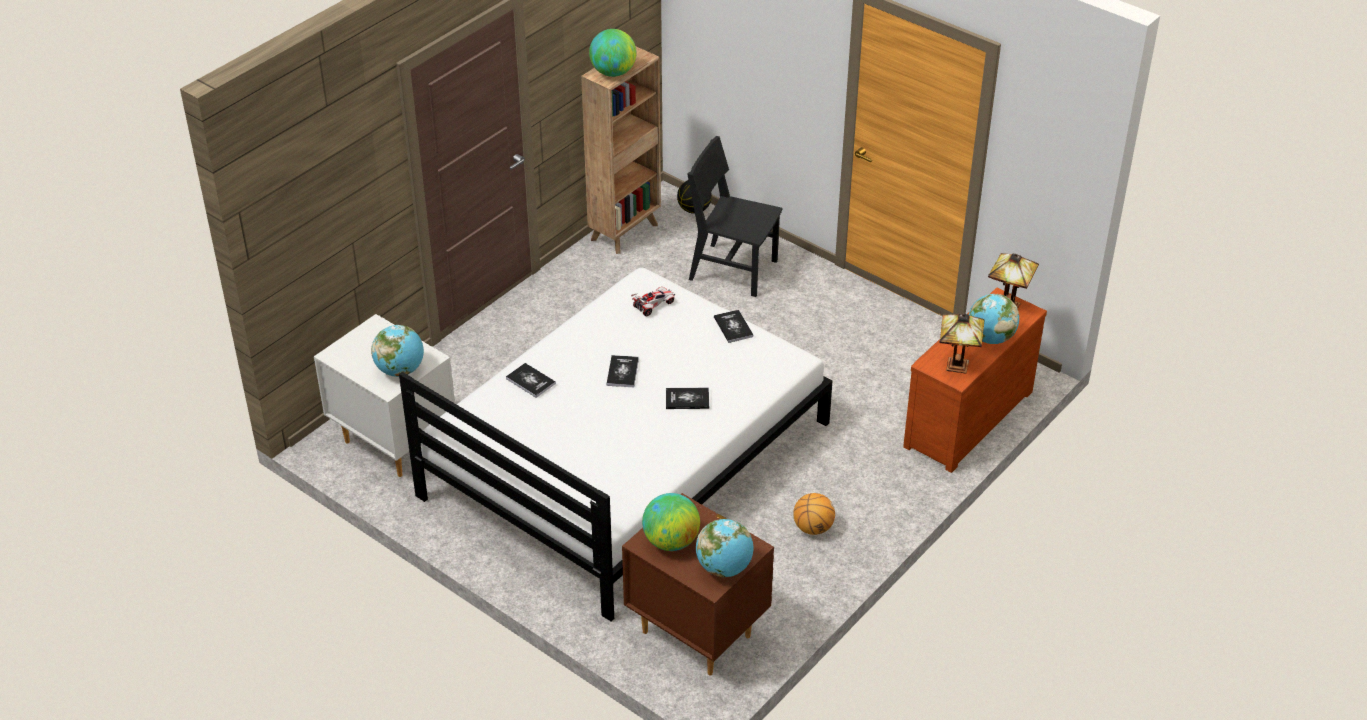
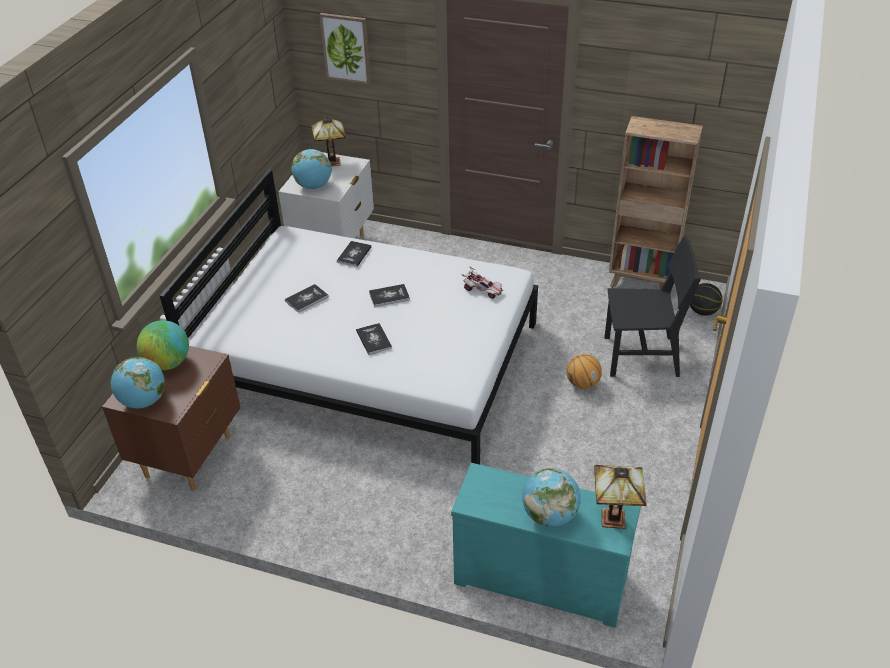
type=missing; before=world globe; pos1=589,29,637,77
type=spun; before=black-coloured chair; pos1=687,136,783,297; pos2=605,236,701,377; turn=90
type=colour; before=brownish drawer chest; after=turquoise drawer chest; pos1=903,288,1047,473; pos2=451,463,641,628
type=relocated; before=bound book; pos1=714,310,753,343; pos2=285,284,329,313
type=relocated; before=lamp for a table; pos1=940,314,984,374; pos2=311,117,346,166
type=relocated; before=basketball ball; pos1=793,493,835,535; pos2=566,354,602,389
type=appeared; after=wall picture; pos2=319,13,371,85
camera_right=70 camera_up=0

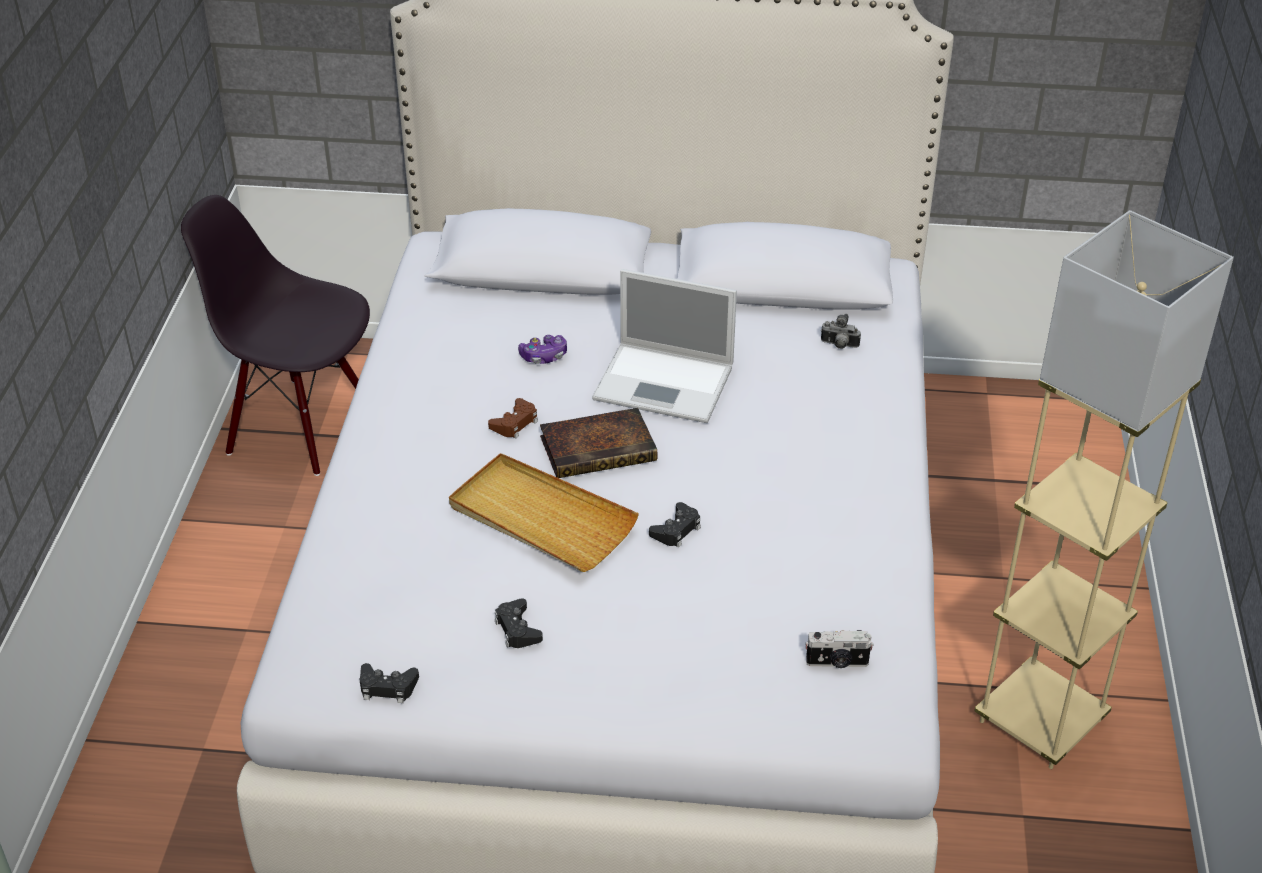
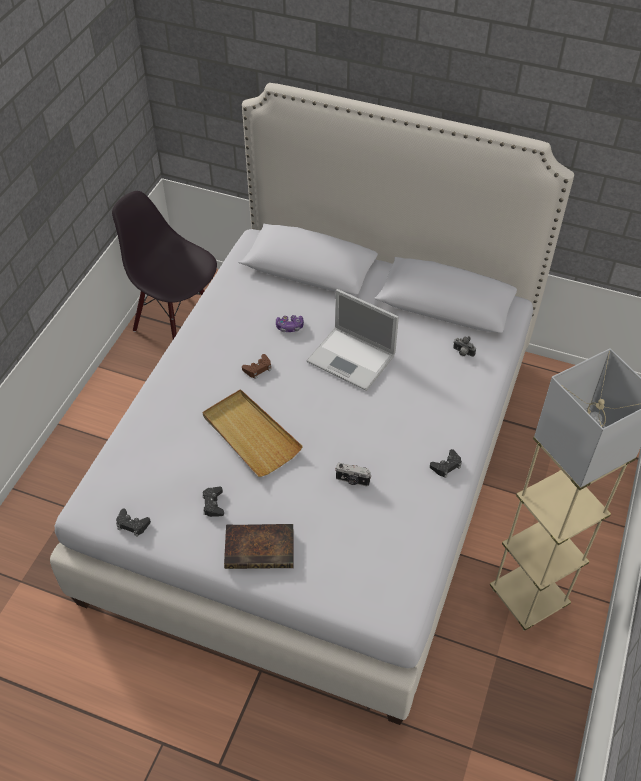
type=relocated; before=bound book; pos1=540,408,658,478; pos2=224,524,293,569
type=relocated; before=black-coloured game controller; pos1=649,502,701,548; pos2=430,449,462,478
type=relocated; before=photo camera; pos1=805,630,874,668; pos2=335,463,372,487
camera_right=15 camera_up=10

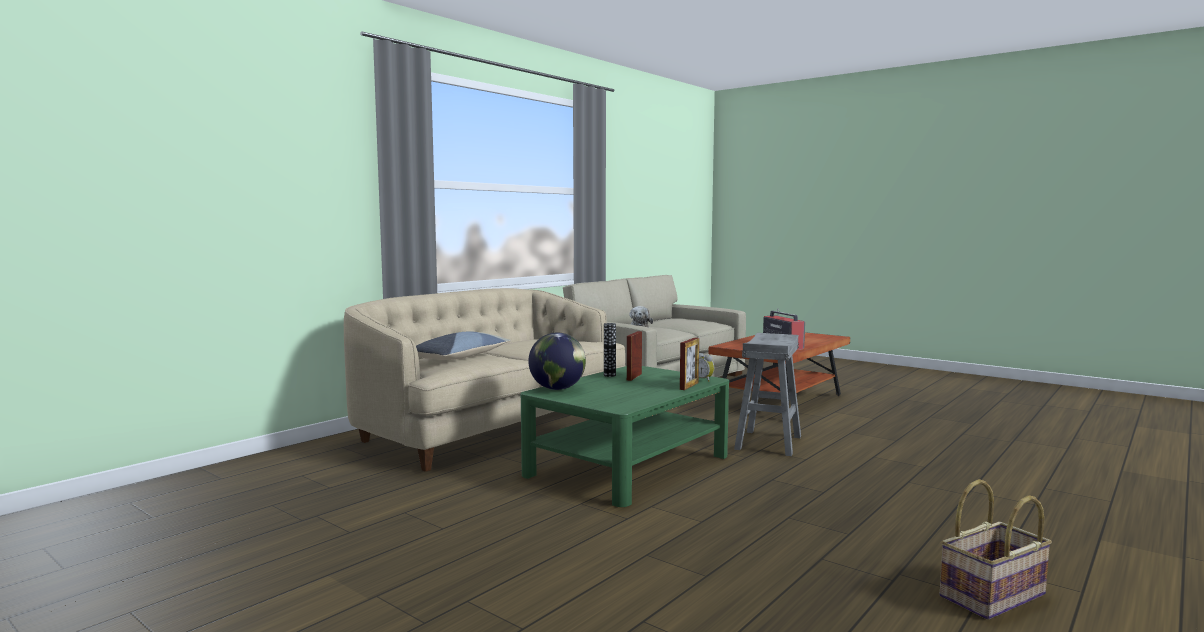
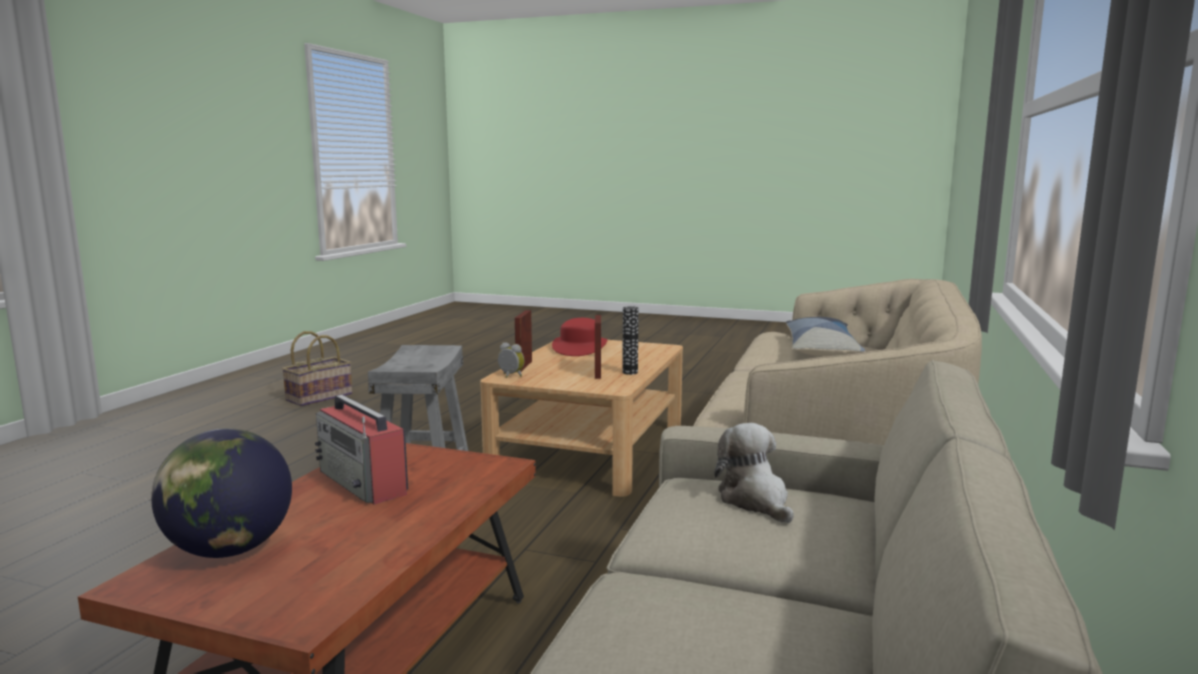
type=relocated; before=world globe; pos1=528,332,586,390; pos2=151,428,292,558
type=colour; before=green-coloured lounge table; after=beige lounge table; pos1=520,366,729,507; pos2=480,340,683,497
type=appeared; after=reddish hat; pos2=552,318,608,356
camera_right=160 camera_up=5

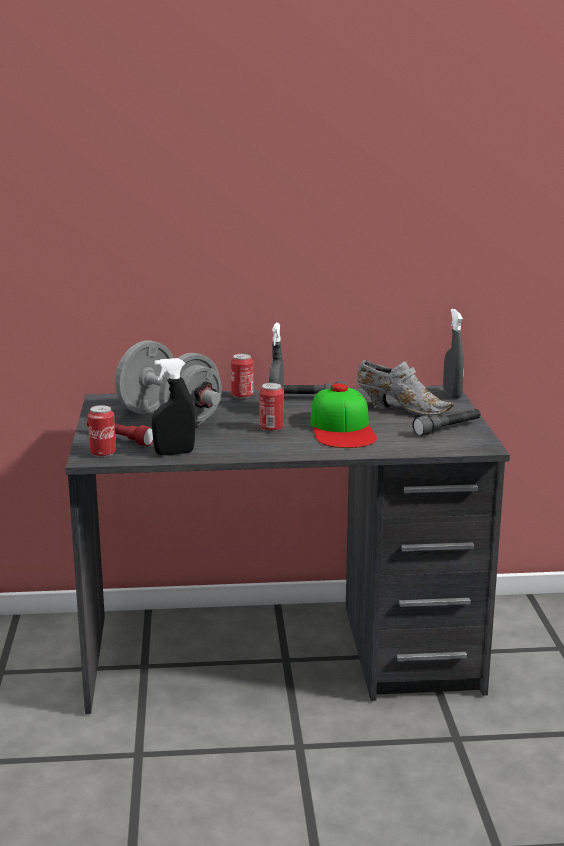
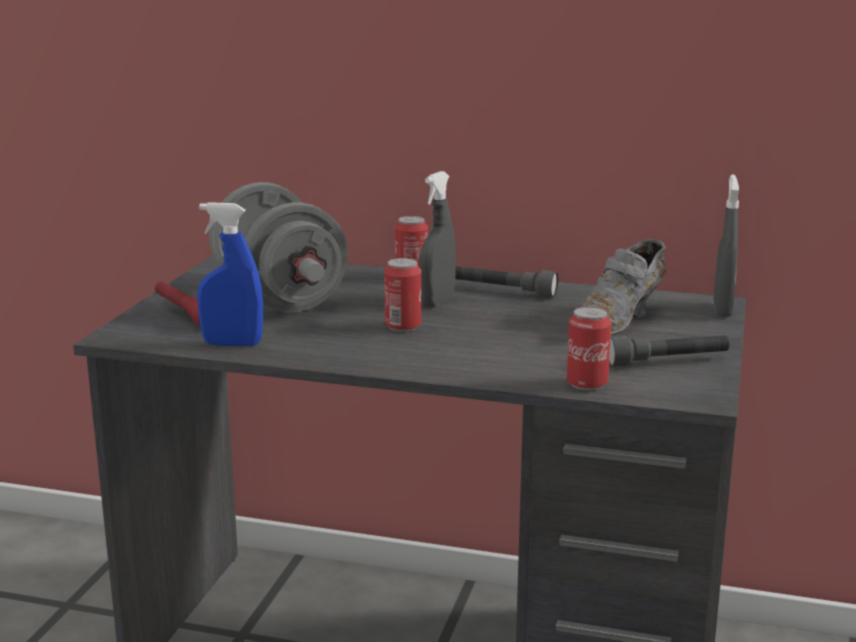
type=colour; before=black-coloured hand sprayer; after=blue hand sprayer; pos1=152,358,195,455; pos2=197,202,263,346
type=spun; before=grey item of footwear; pos1=356,360,454,416; pos2=581,239,666,336; turn=90
type=missing; before=cap; pos1=310,383,377,448
type=relocated; before=metal can; pos1=88,405,116,457; pos2=567,307,611,391
camera_right=20 camera_up=0

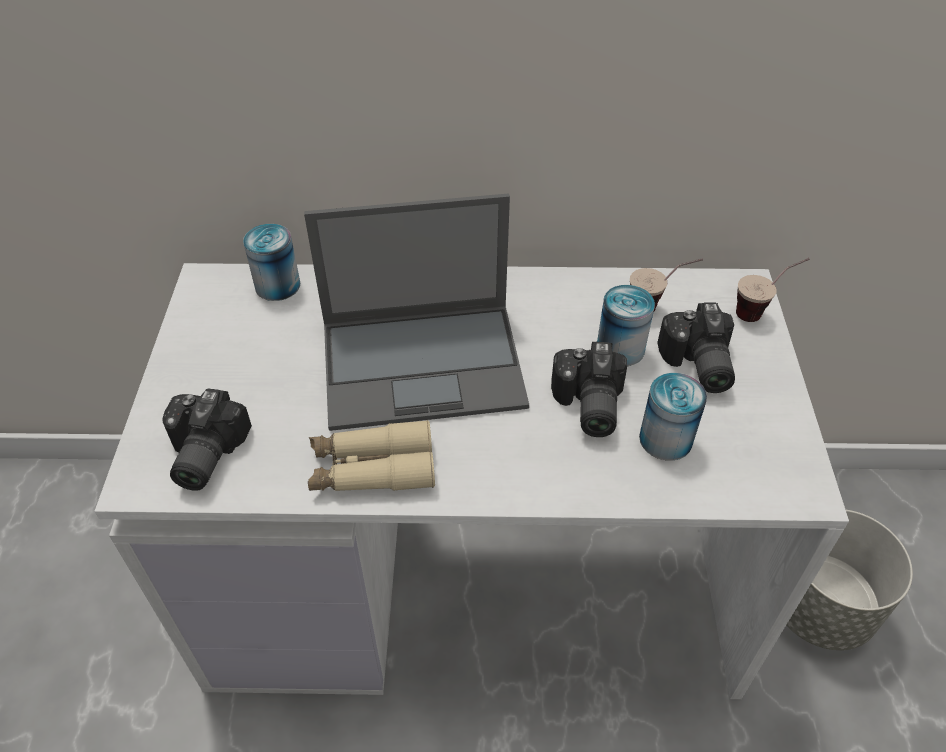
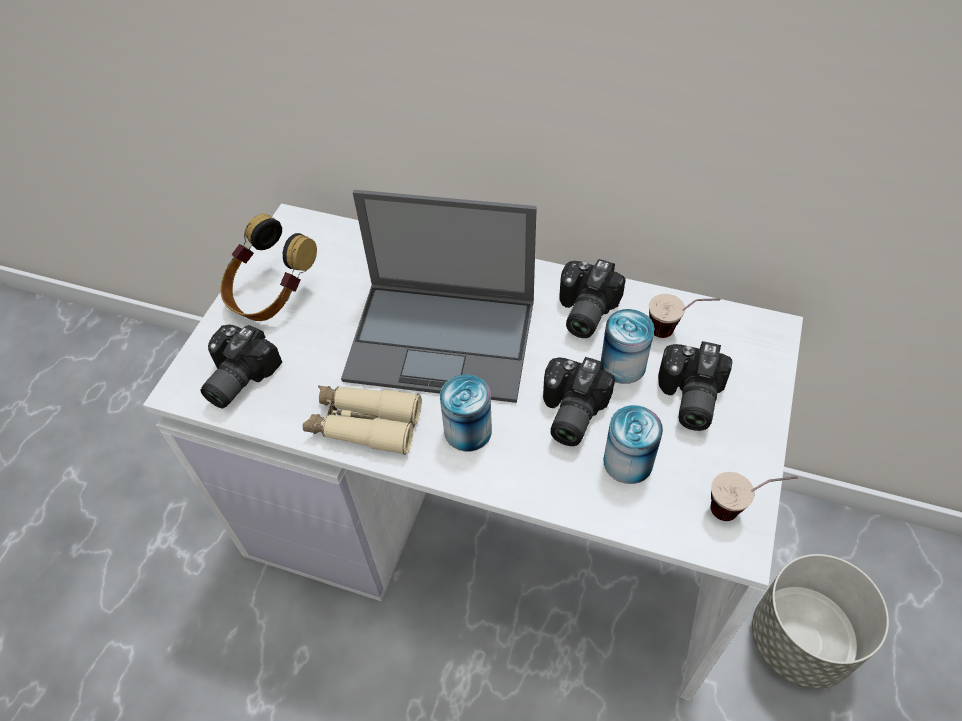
type=relocated; before=metal can; pos1=243,224,300,301; pos2=440,375,492,452
type=relocated; before=cup; pos1=736,258,810,322; pos2=711,472,798,521
type=appeared; after=pair of headphones; pos2=220,214,317,321
type=appeared; after=photo camera; pos2=559,259,626,338
camera_right=20 camera_up=5

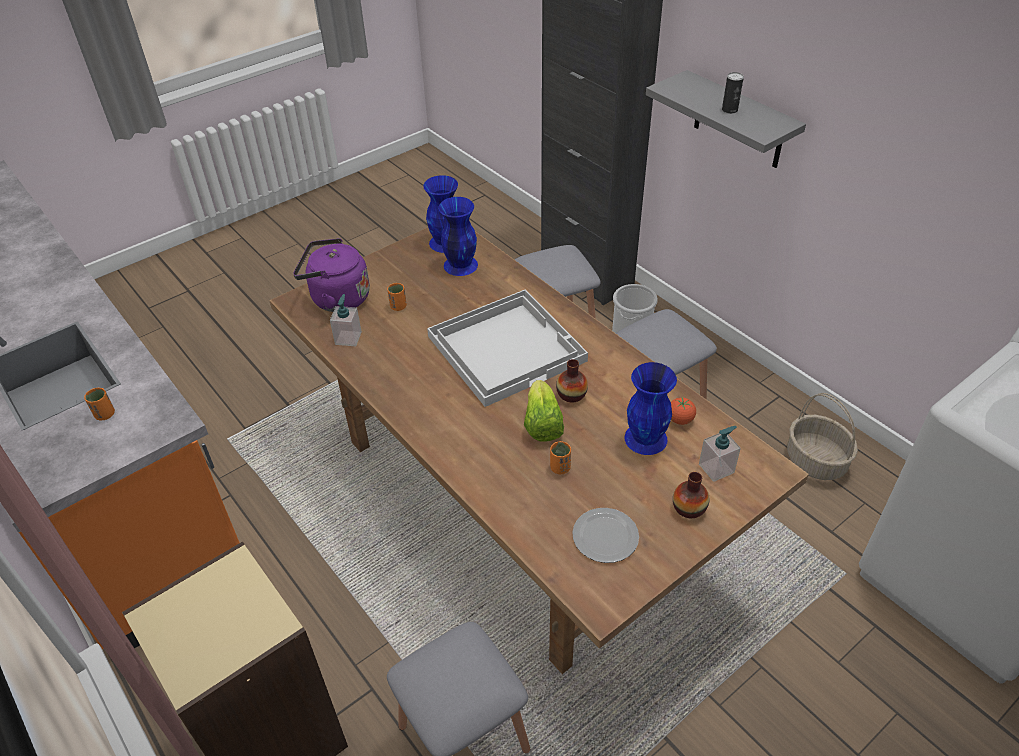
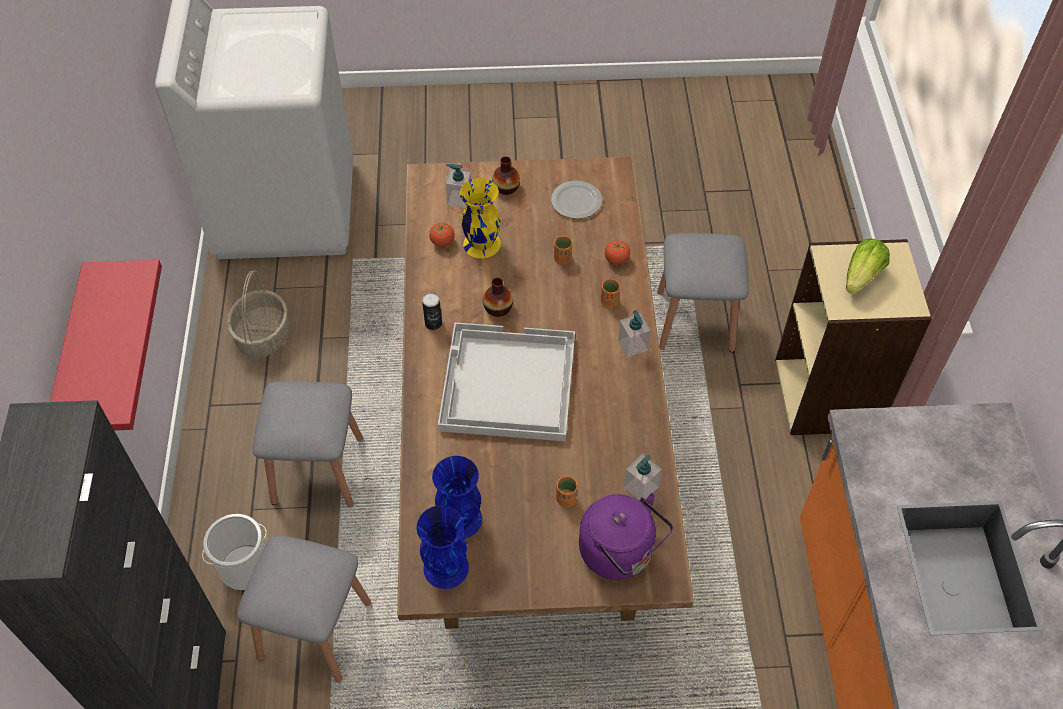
type=colour; before=grey bracket shelf; after=reddish bracket shelf; pos1=646,70,806,168; pos2=50,260,162,431
type=relocated; before=metal can; pos1=722,72,744,114; pos2=422,293,442,330
type=colour; before=blue flower vase; after=yellowish flower vase; pos1=624,362,677,455; pos2=460,178,501,258
type=relocated; before=lettuce; pos1=524,380,564,442; pos2=846,238,890,295
type=relocated; before=orange-coloured cup; pos1=84,388,115,420; pos2=601,279,620,308
type=appeared; after=tomato; pos2=605,240,630,265
type=appeared; after=soap dispenser; pos2=618,310,651,357
camera_right=-145 camera_up=10

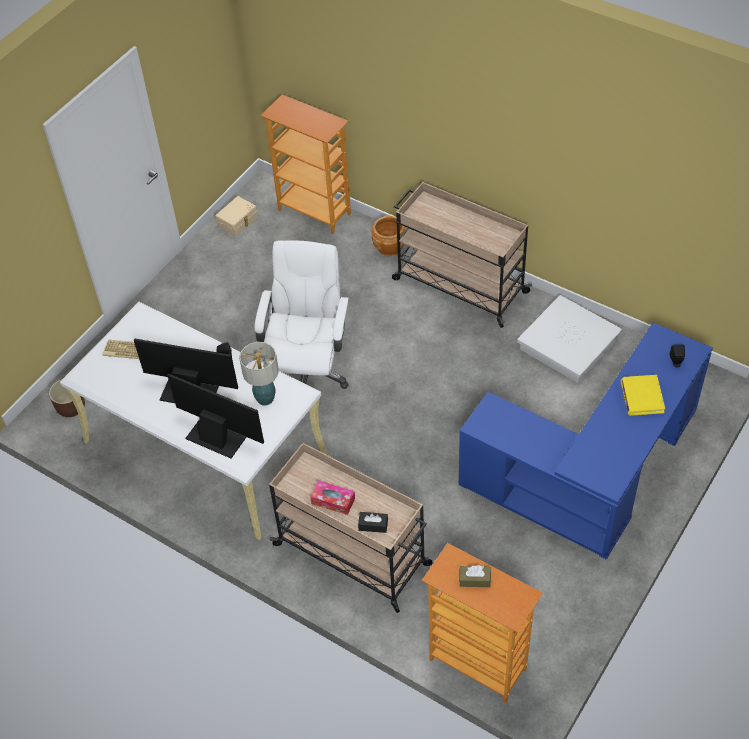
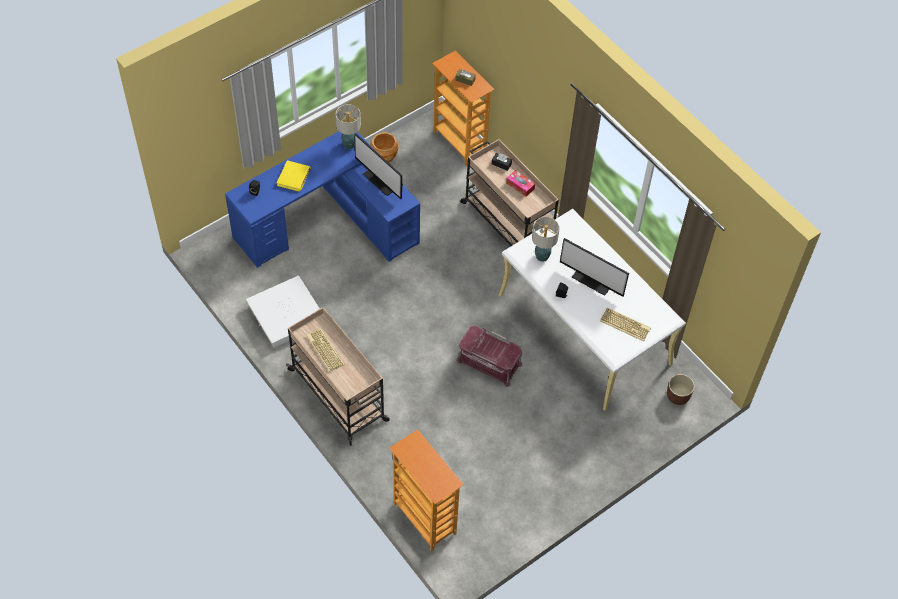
type=missing; before=beige storage container; pos1=215,196,258,237
type=relocated; before=brownish plant pot; pos1=371,216,406,256; pos2=371,132,399,163
type=exchanged; before=whitish office chair; after=reddish storage container; pos1=254,240,349,389; pos2=456,326,523,387
type=relocated; before=monitor; pos1=167,373,264,458; pos2=354,133,403,199
type=appeared; after=lamp for a table; pos2=335,104,361,149
type=appeared; after=keyboard; pos2=306,329,345,372
camera_right=-165 camera_up=5

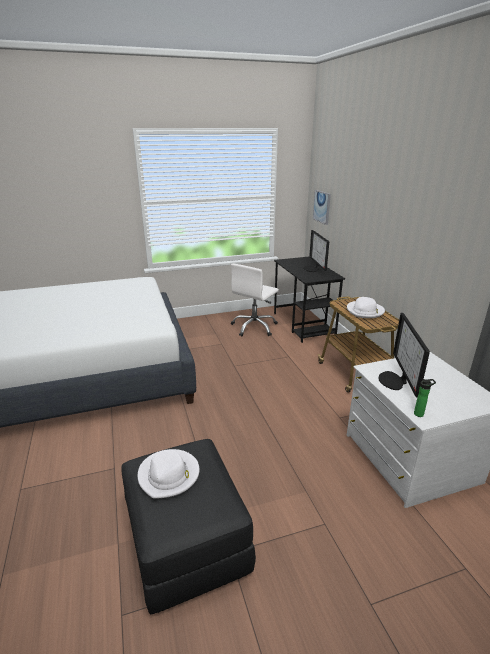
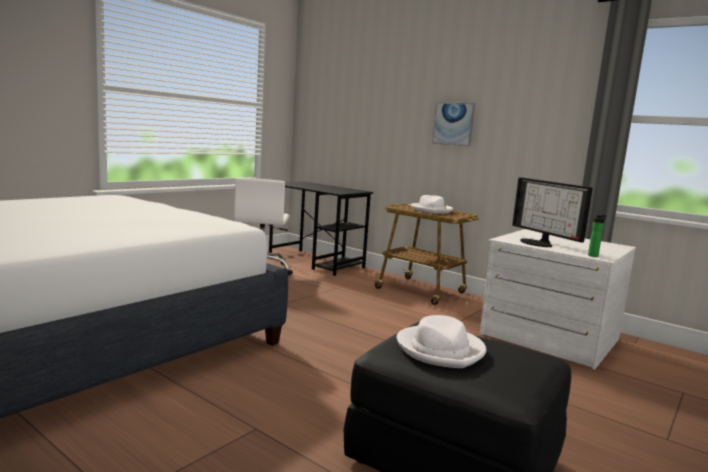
type=relocated; before=wall picture; pos1=313,190,331,225; pos2=432,102,475,147
type=missing; before=monitor; pos1=303,230,329,272
camera_right=-35 camera_up=-15

